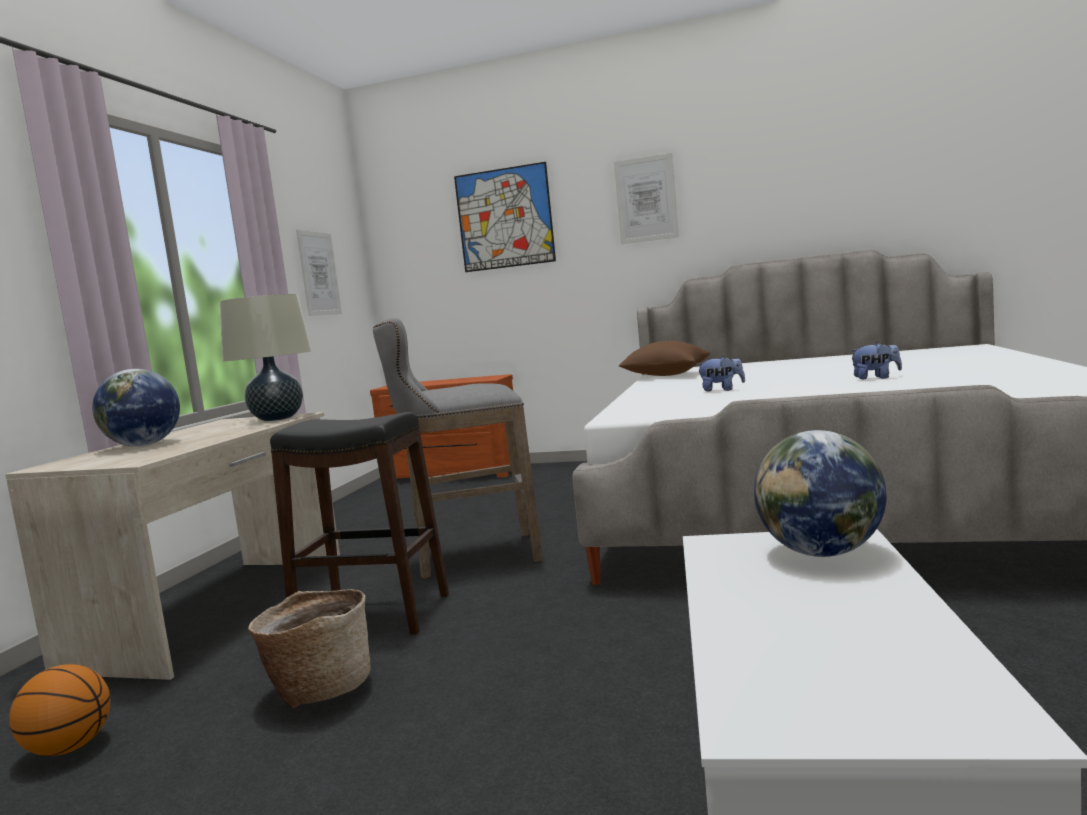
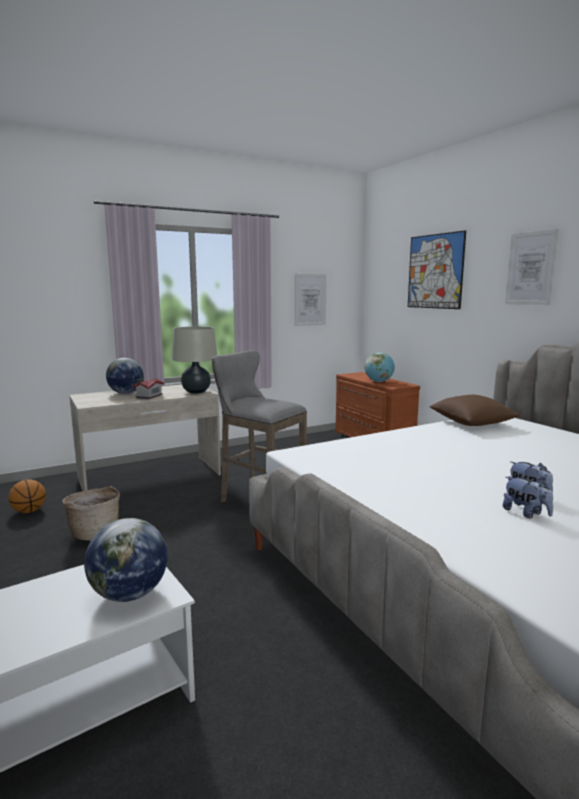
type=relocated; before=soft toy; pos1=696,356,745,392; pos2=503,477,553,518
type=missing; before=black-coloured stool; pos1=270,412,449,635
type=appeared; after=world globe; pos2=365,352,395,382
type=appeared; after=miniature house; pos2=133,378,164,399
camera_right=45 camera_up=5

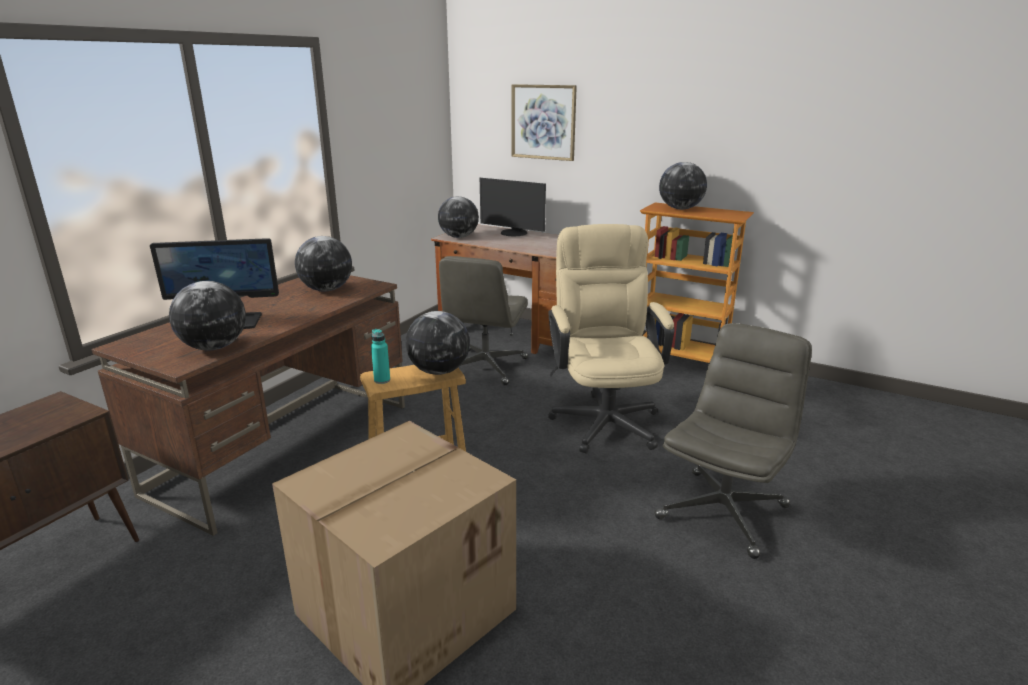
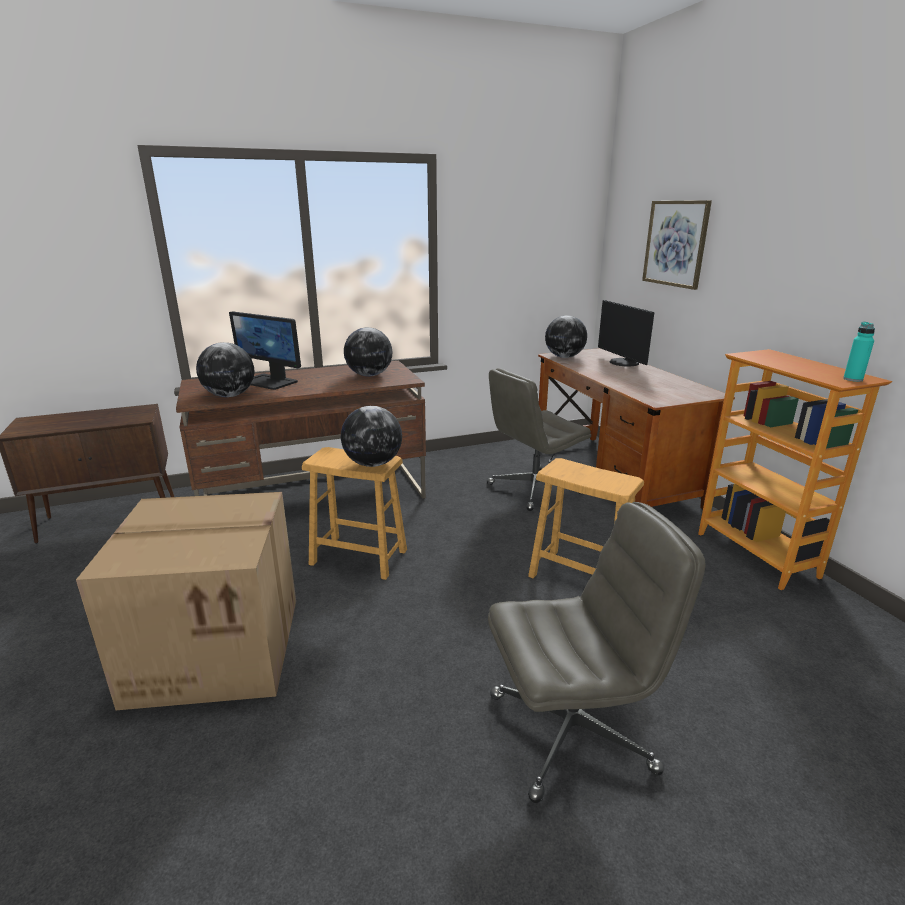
type=missing; before=world globe; pos1=659,162,707,210
type=exchanged; before=beige office chair; after=brownish stool; pos1=548,224,674,454; pos2=528,458,644,578
type=relocated; before=turquoise bottle; pos1=371,329,390,384; pos2=843,322,875,382
camera_right=40 camera_up=0

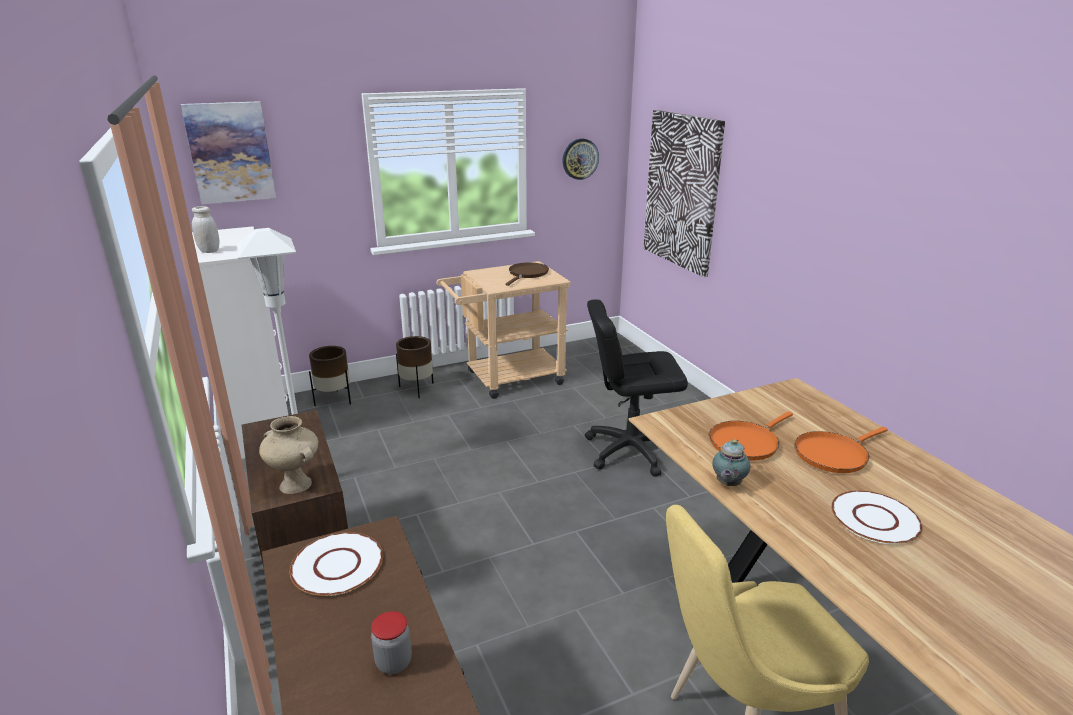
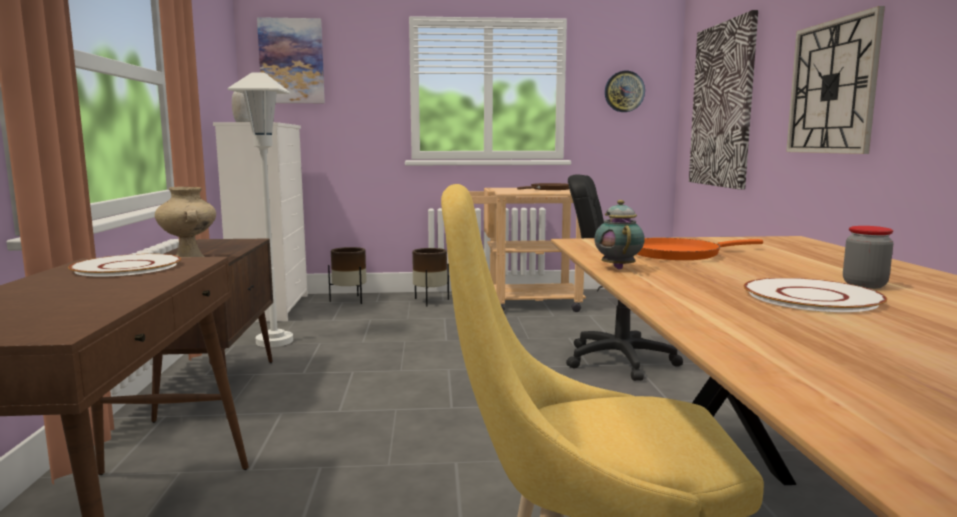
type=missing; before=orange-coloured frying pan; pos1=795,427,888,473
type=spun; before=teapot; pos1=712,439,750,486; pos2=594,200,645,270; turn=135
type=relocated; before=storage jar; pos1=371,611,412,674; pos2=843,226,894,289
type=appeared; after=clock on the wall; pos2=786,6,885,154
camera_right=20 camera_up=-15

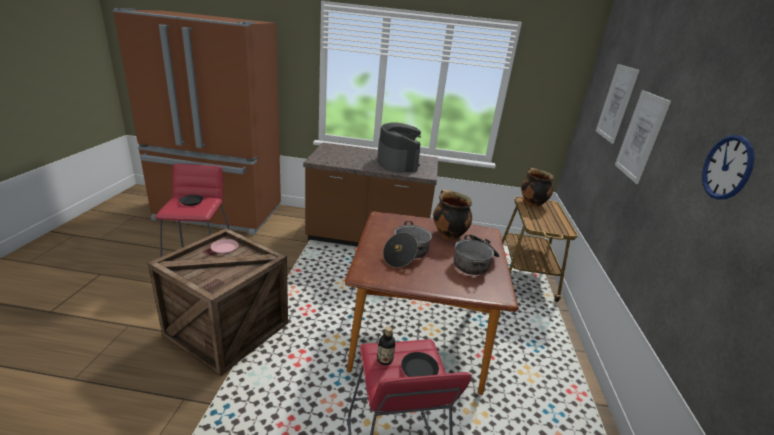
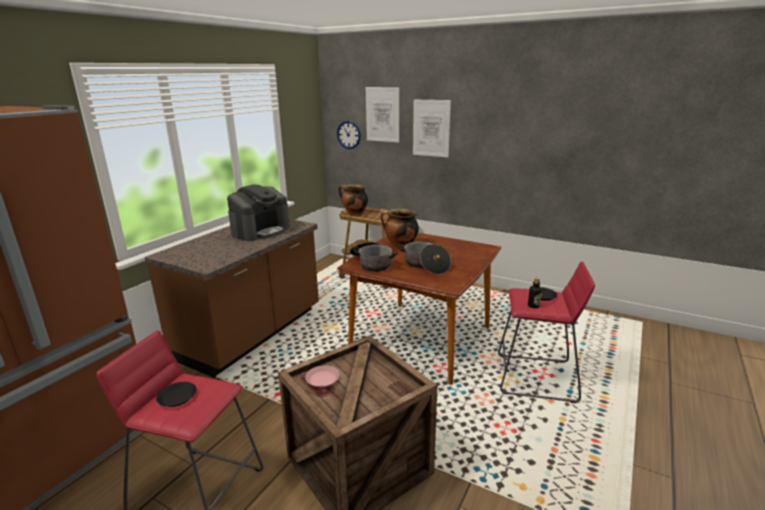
type=spun; before=coffee machine; pos1=377,122,421,173; pos2=227,184,290,241; turn=120
type=relocated; before=clock on the wall; pos1=702,135,755,200; pos2=337,121,361,149
type=relocated; before=cooking pot; pos1=454,234,500,275; pos2=350,242,398,272
camera_right=-65 camera_up=-5

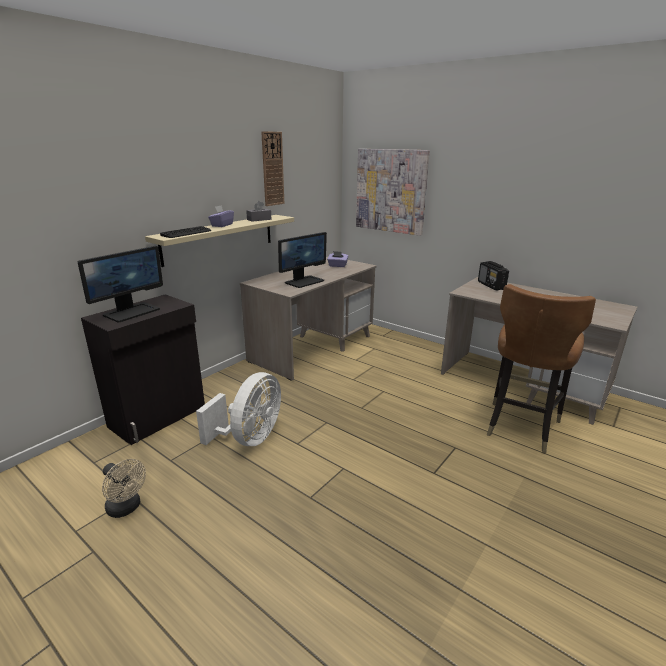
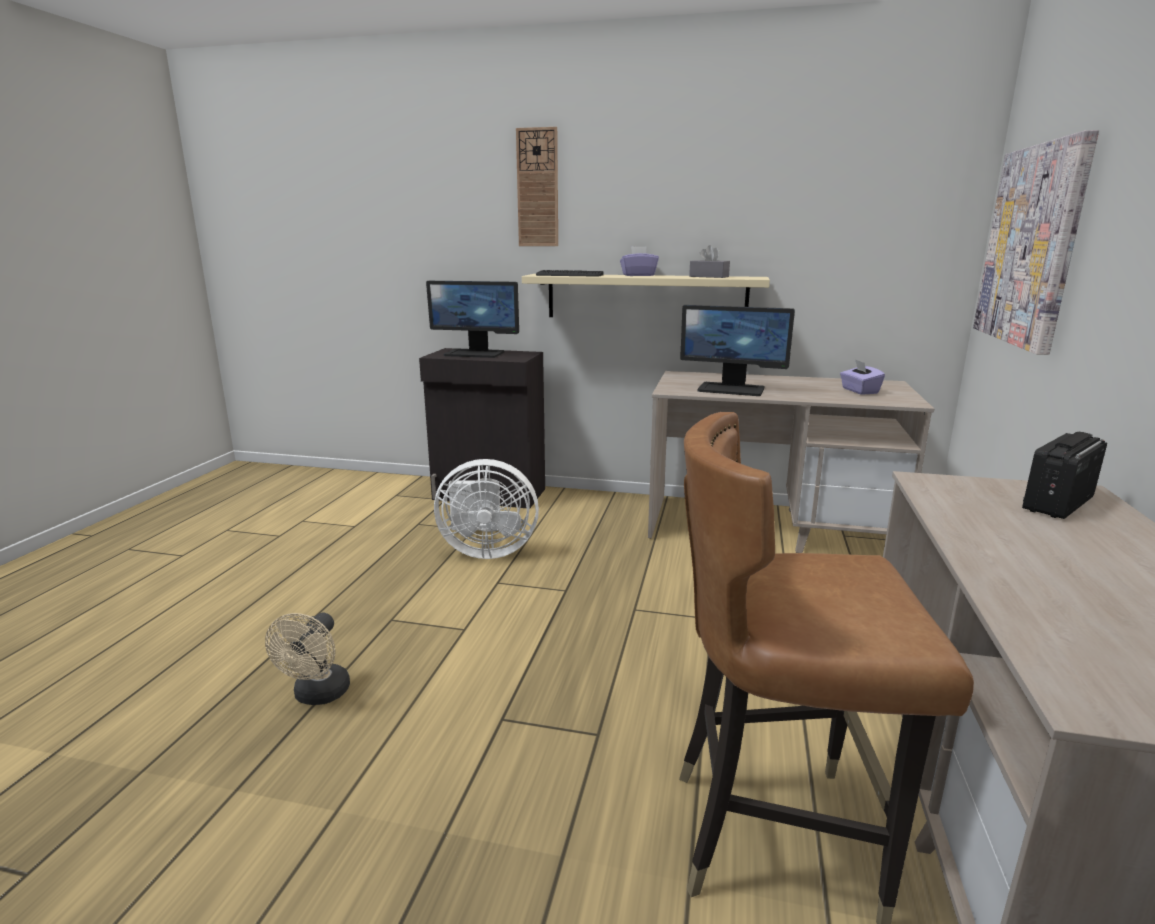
type=relocated; before=clock on the wall; pos1=261,131,284,206; pos2=516,127,558,246
type=relocated; before=beige cooling fan; pos1=102,459,146,518; pos2=265,613,350,705
camera_right=65 camera_up=-5

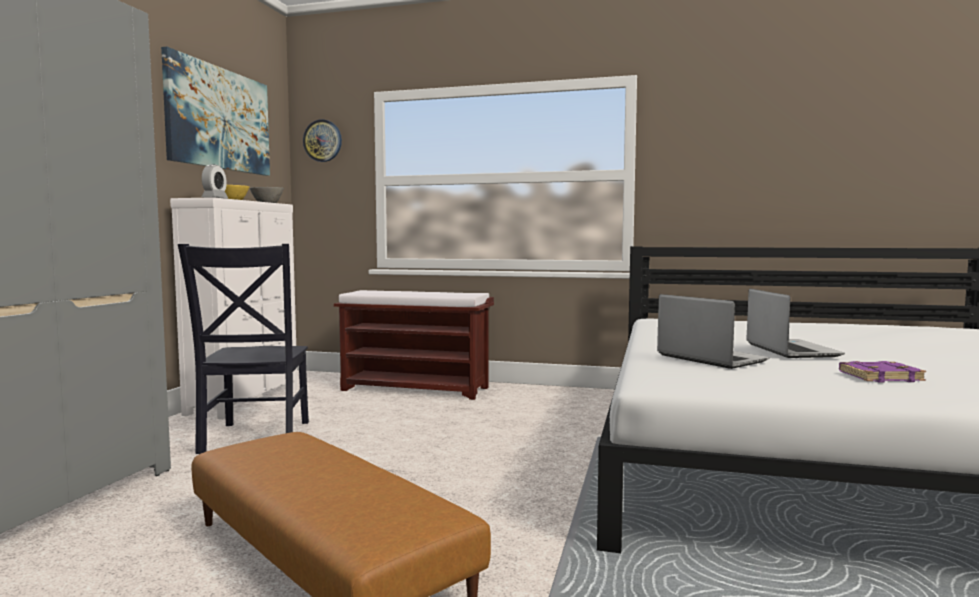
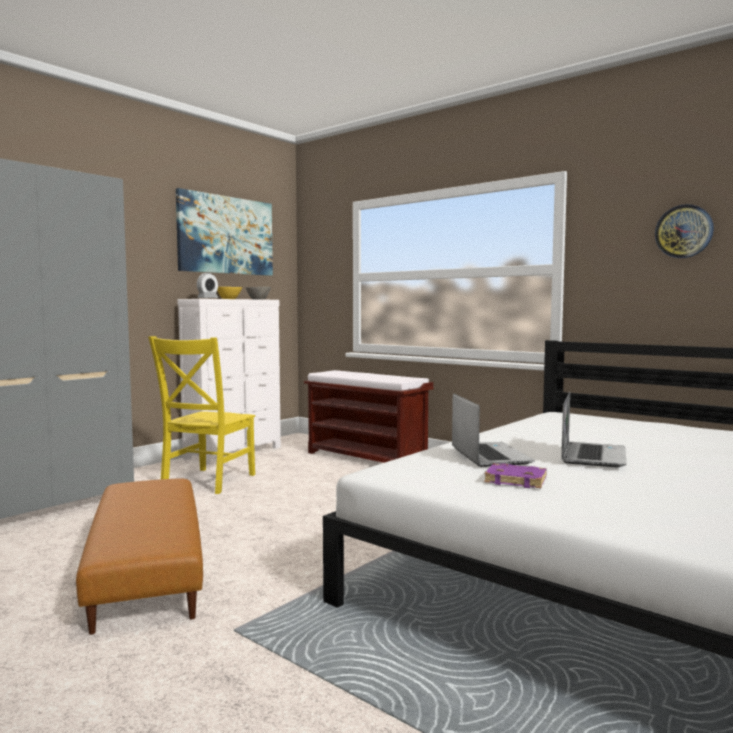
type=relocated; before=clock on the wall; pos1=303,119,342,162; pos2=655,204,714,258
type=colour; before=black-coloured chair; after=yellowish chair; pos1=178,244,309,454; pos2=148,336,255,494
type=relocated; before=purplish bound book; pos1=839,361,926,382; pos2=484,463,547,488
camera_right=25 camera_up=0

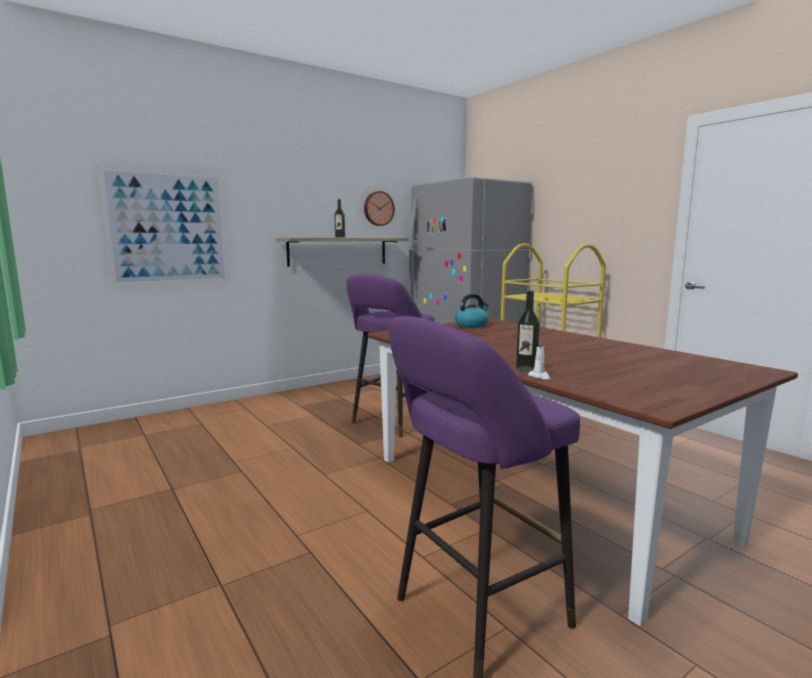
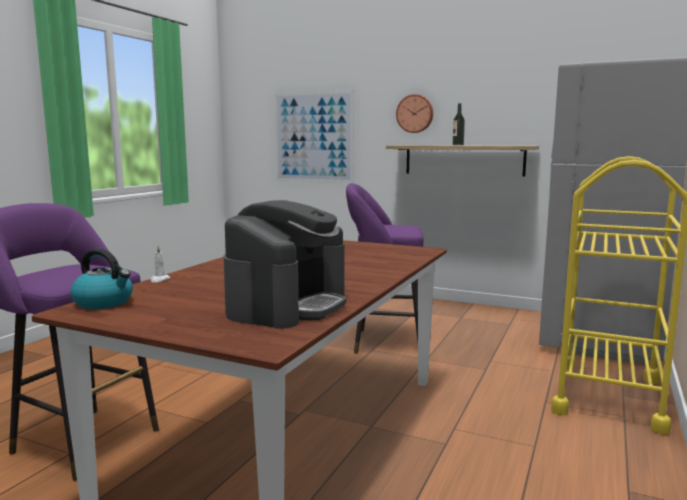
type=relocated; before=clock on the wall; pos1=364,191,395,226; pos2=396,94,433,133
type=missing; before=bottle; pos1=516,291,540,372
type=relocated; before=kettle; pos1=455,294,489,328; pos2=70,249,133,309
type=appeared; after=coffee machine; pos2=224,200,346,329
camera_right=60 camera_up=0

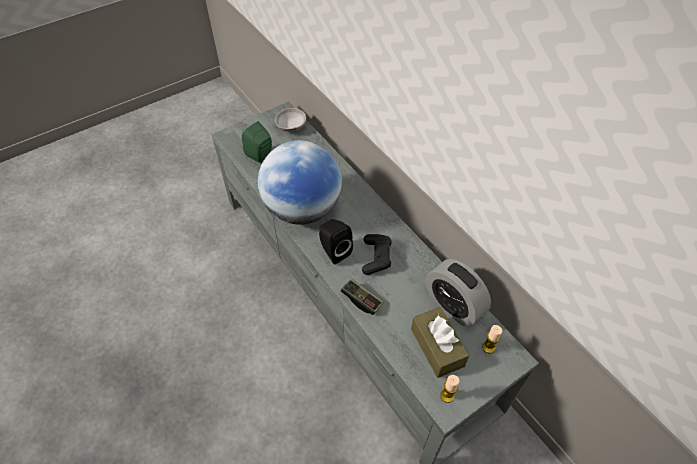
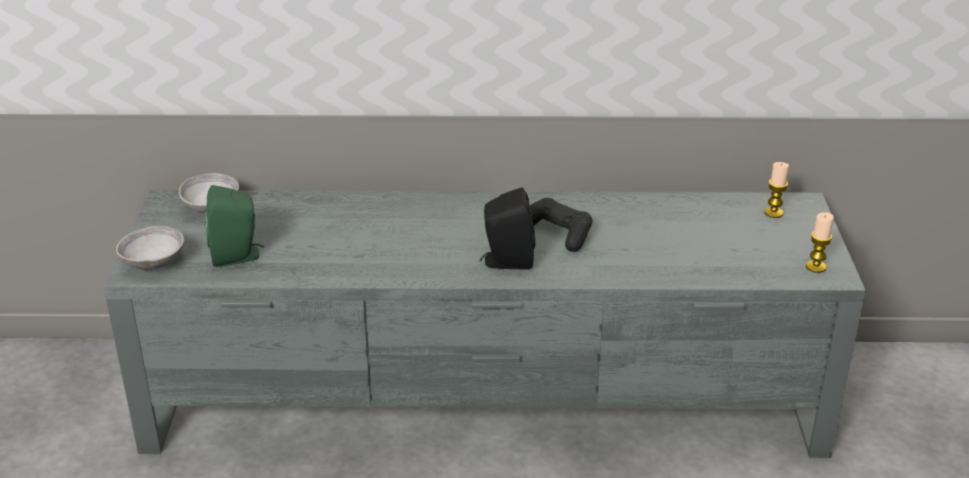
type=missing; before=world globe; pos1=258,140,342,225
type=missing; before=bedside clock; pos1=426,259,491,326
type=missing; before=game controller; pos1=340,278,383,315
type=missing; before=brownish tissue holder; pos1=411,307,469,378
type=appeared; after=grey serving bowl; pos2=116,226,184,270
camera_right=-55 camera_up=-20

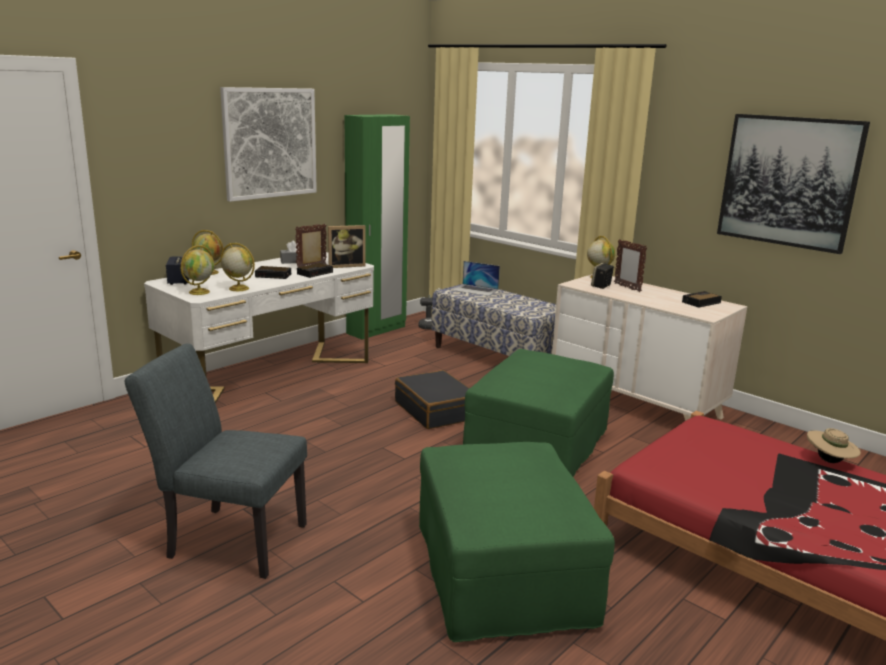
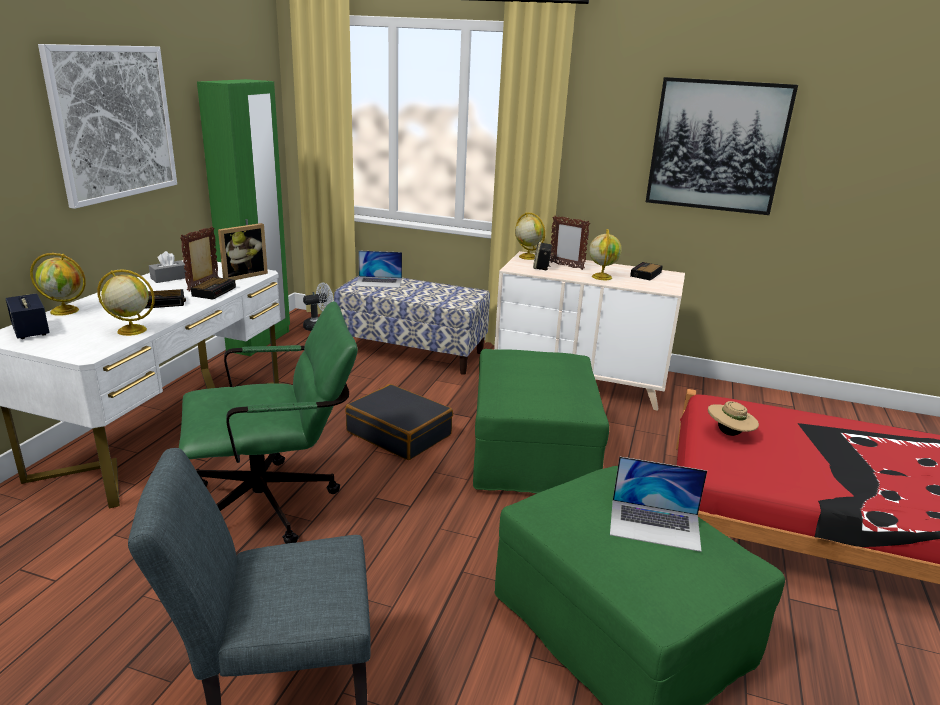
type=relocated; before=world globe; pos1=181,245,214,295; pos2=589,229,622,280
type=relocated; before=beige hat; pos1=807,428,861,463; pos2=708,401,759,436
type=appeared; after=green-coloured office chair; pos2=179,301,358,544
type=appeared; after=portable computer; pos2=610,456,707,552
camera_right=-25 camera_up=5

